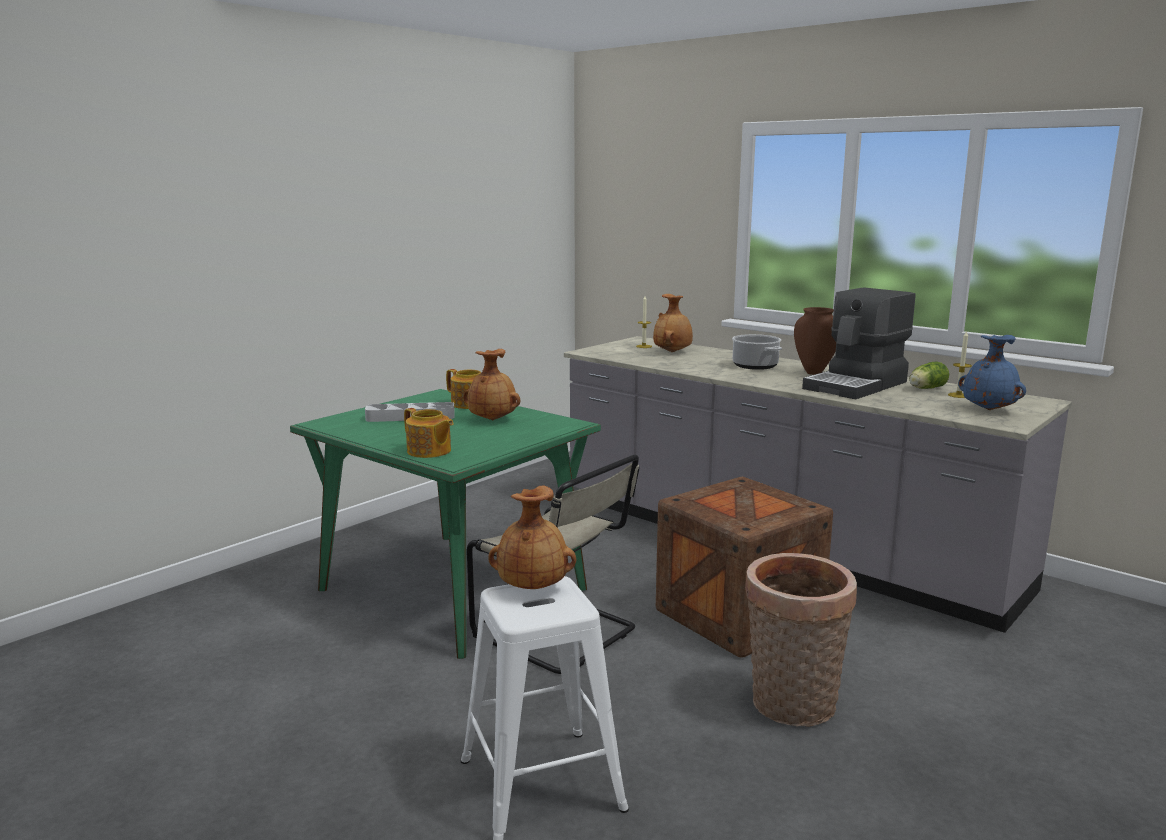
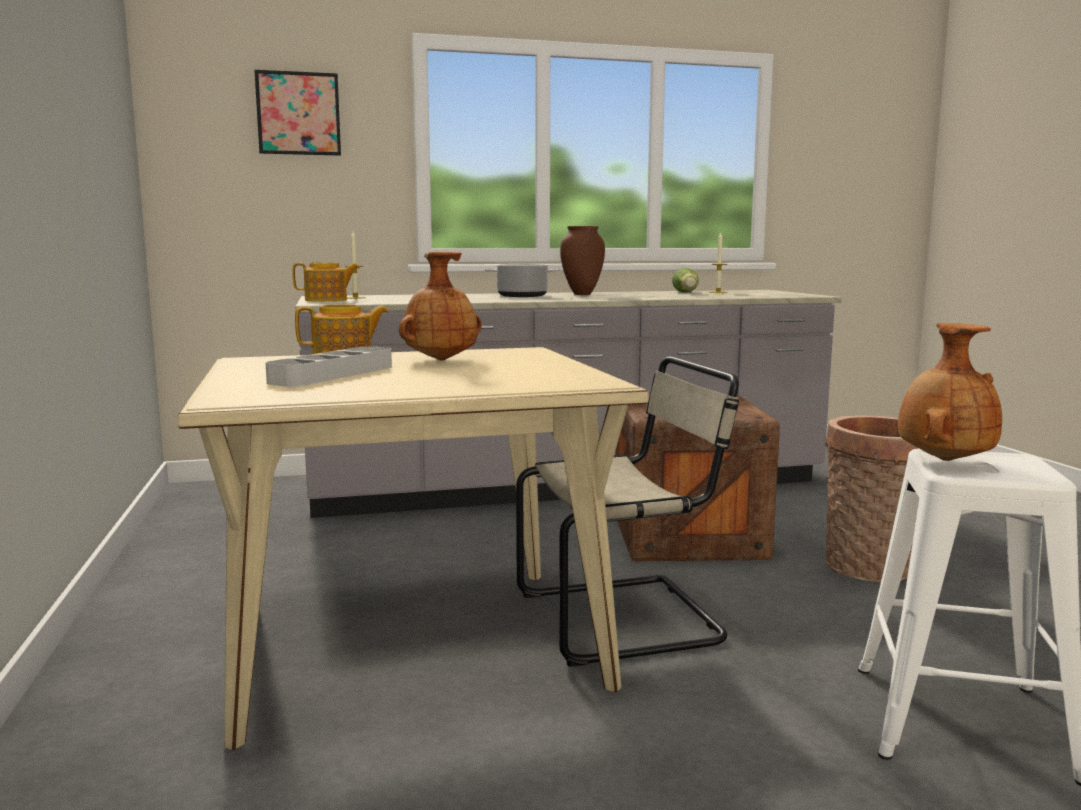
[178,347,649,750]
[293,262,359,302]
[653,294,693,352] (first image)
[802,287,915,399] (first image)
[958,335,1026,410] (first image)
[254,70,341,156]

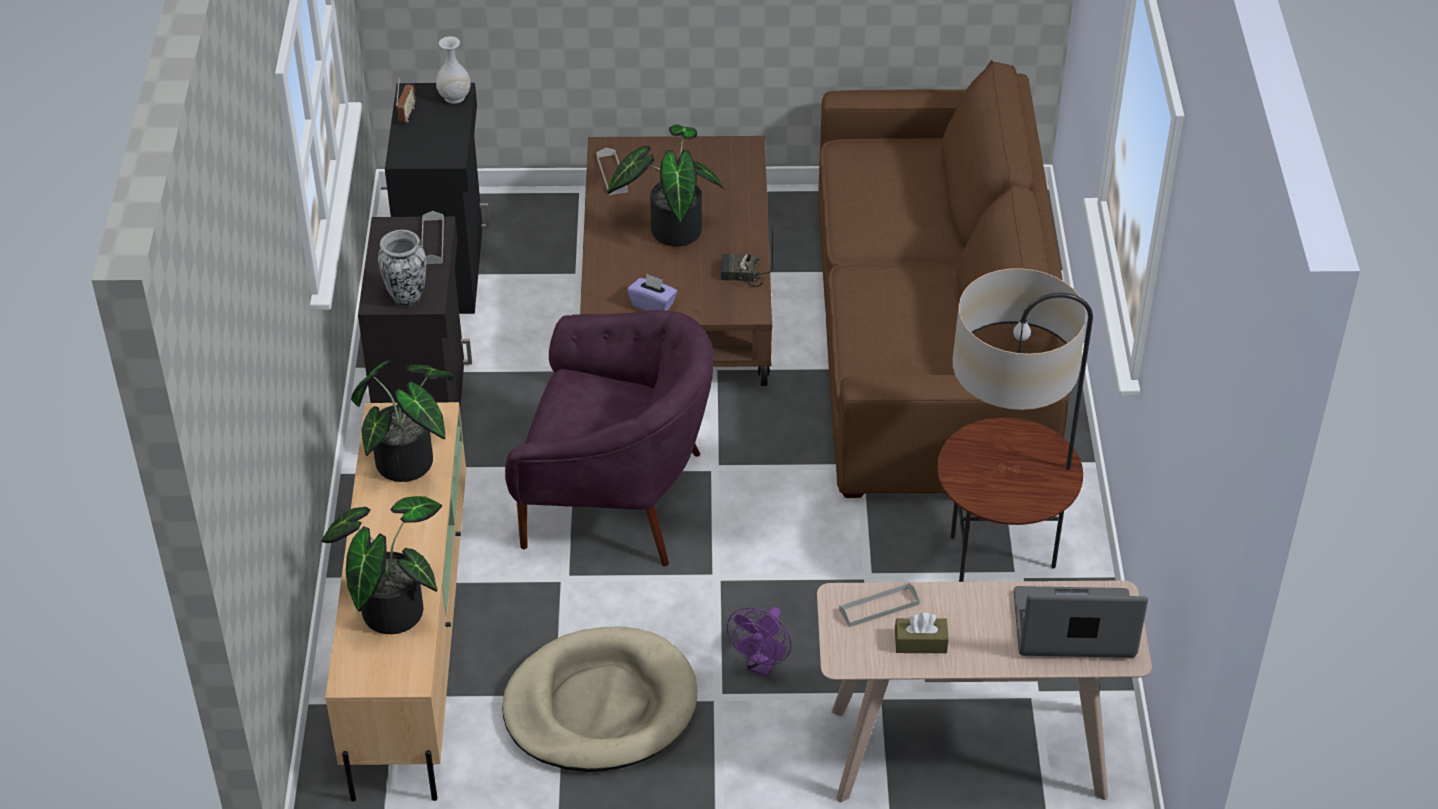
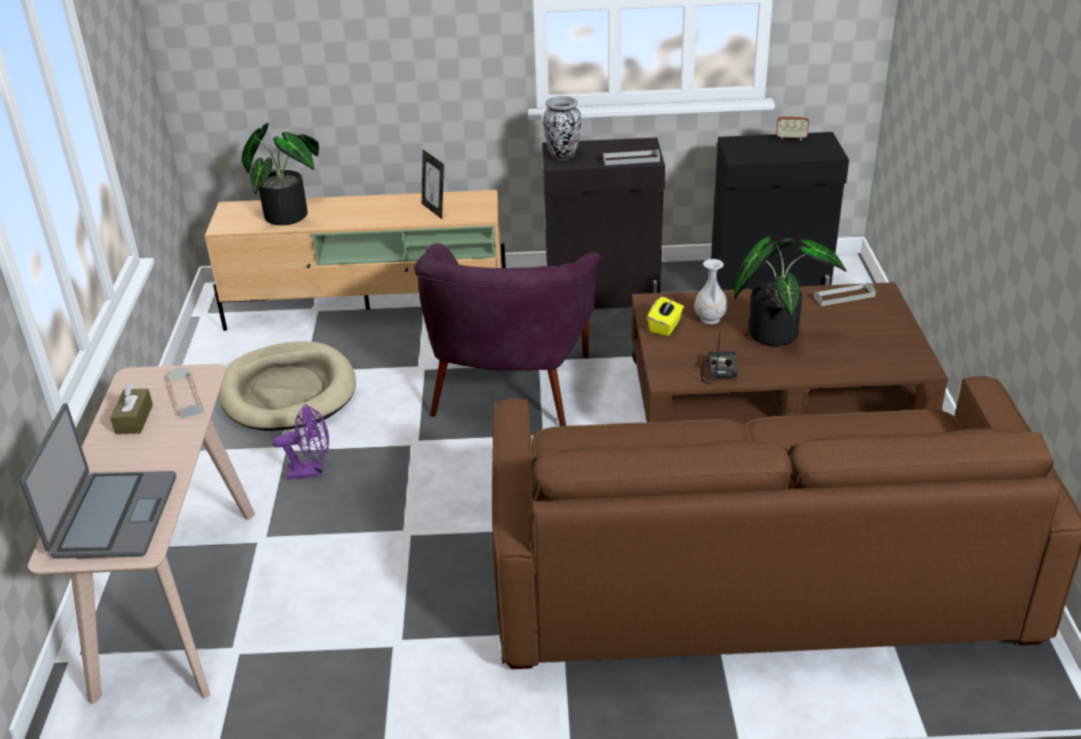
[422,150,444,219]
[695,259,727,324]
[647,297,684,336]
[273,404,329,479]
[937,269,1093,582] (first image)

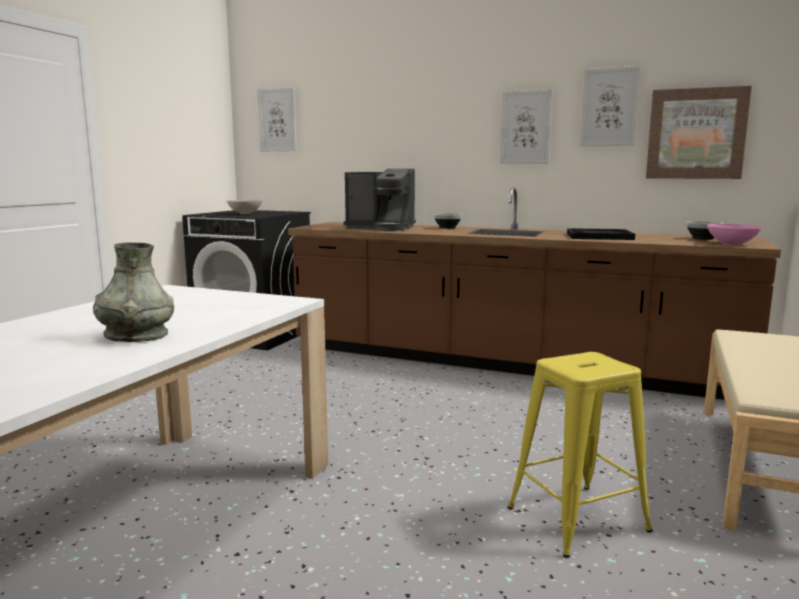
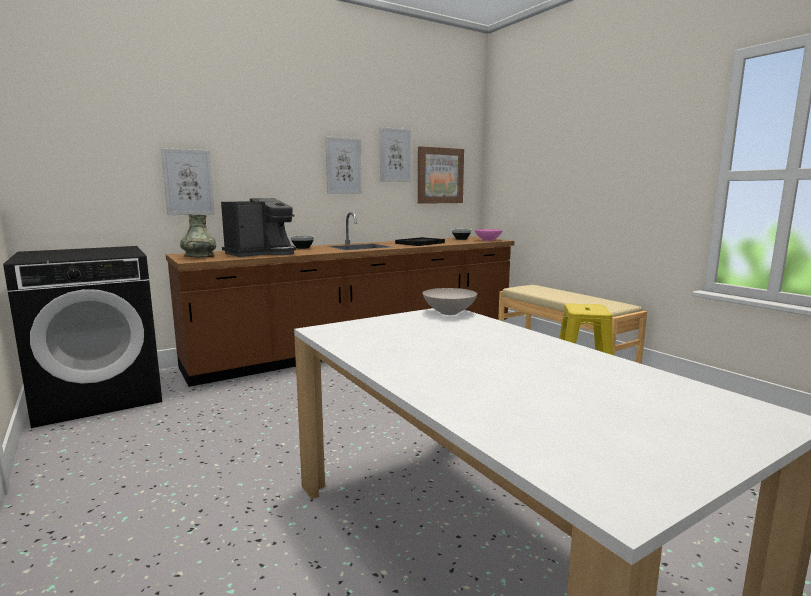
[180,214,216,257]
[423,288,477,315]
[161,148,215,215]

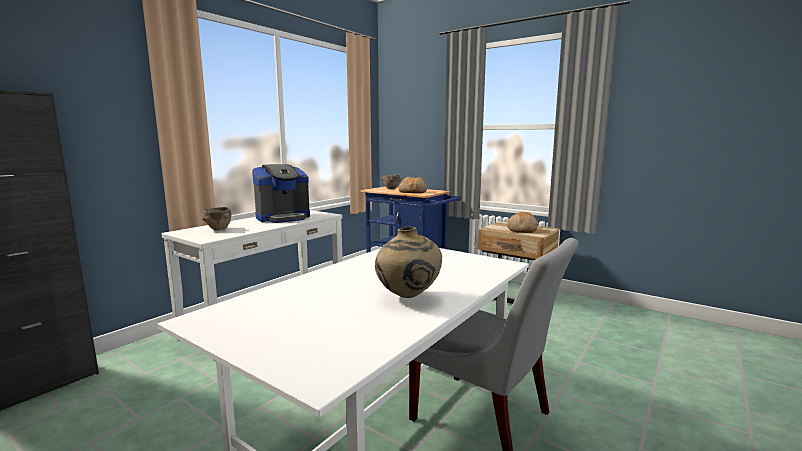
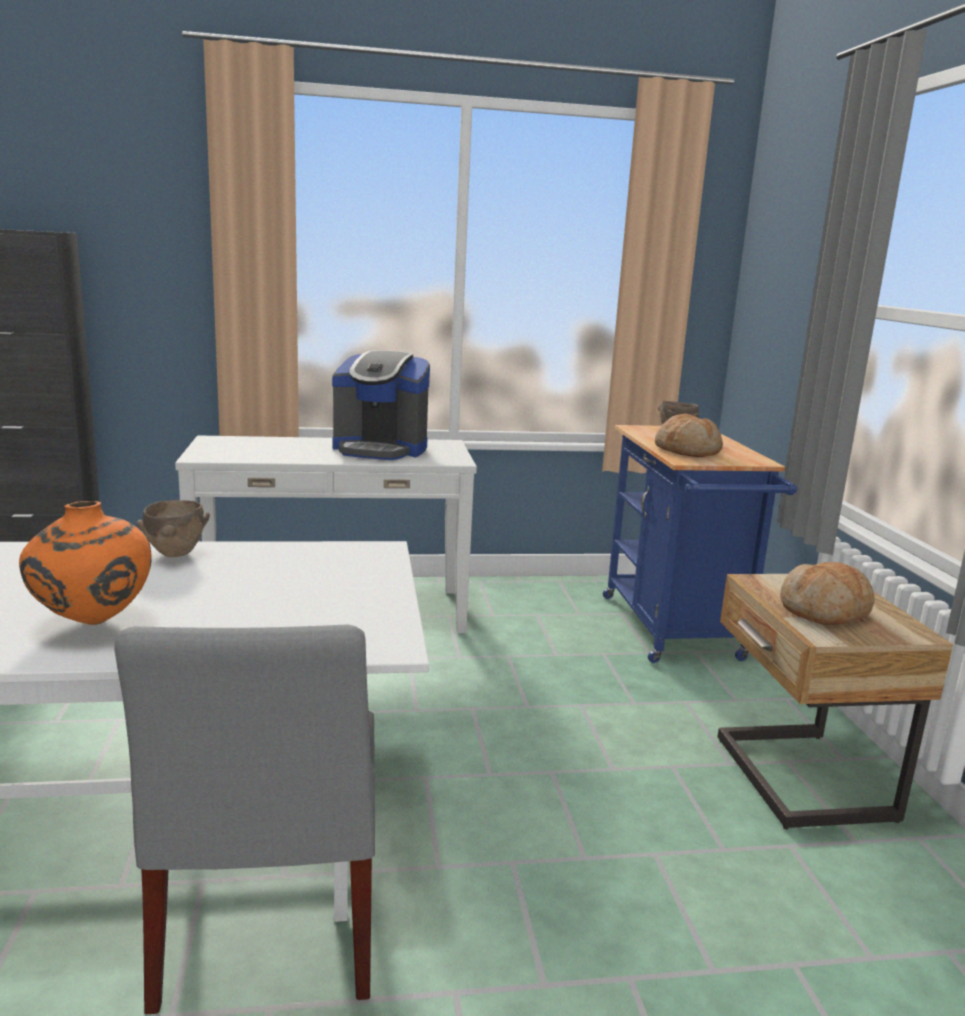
[137,500,210,557]
[19,501,152,625]

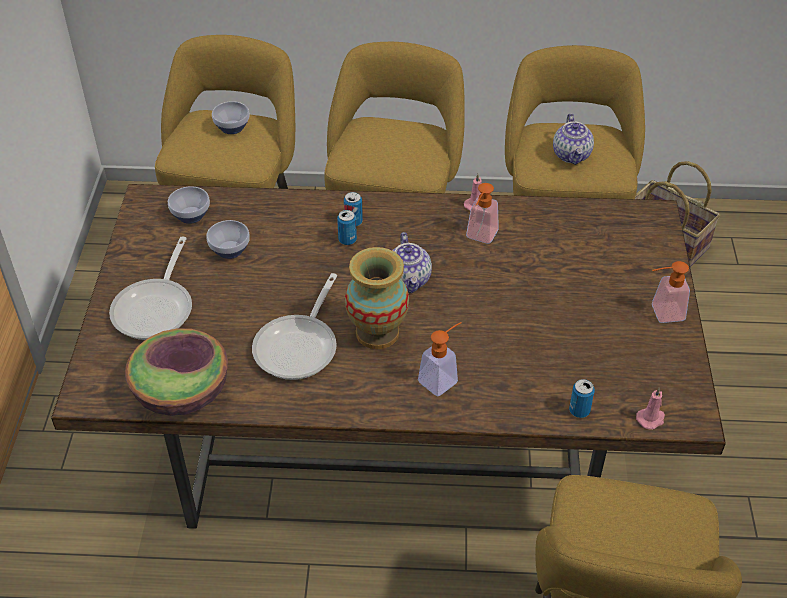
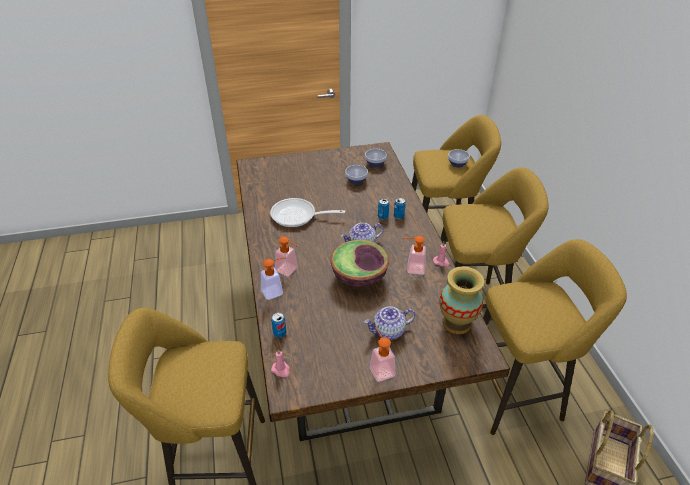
[109,236,192,340] (first image)
[330,240,389,287]
[439,266,484,334]
[364,306,415,340]
[261,257,286,300]

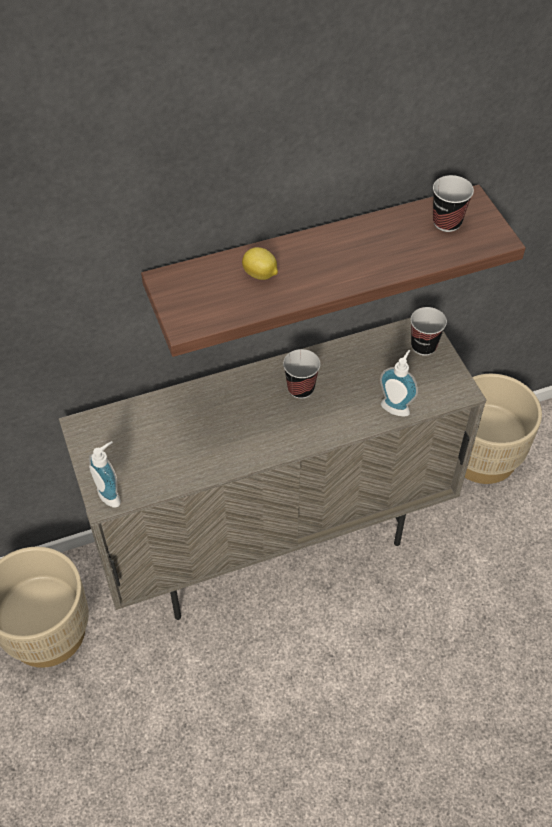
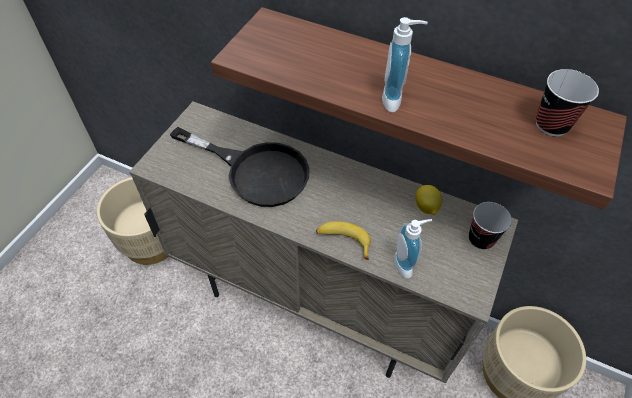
[382,17,427,112]
[415,185,442,215]
[283,349,320,399] (first image)
[170,127,310,207]
[316,221,371,260]

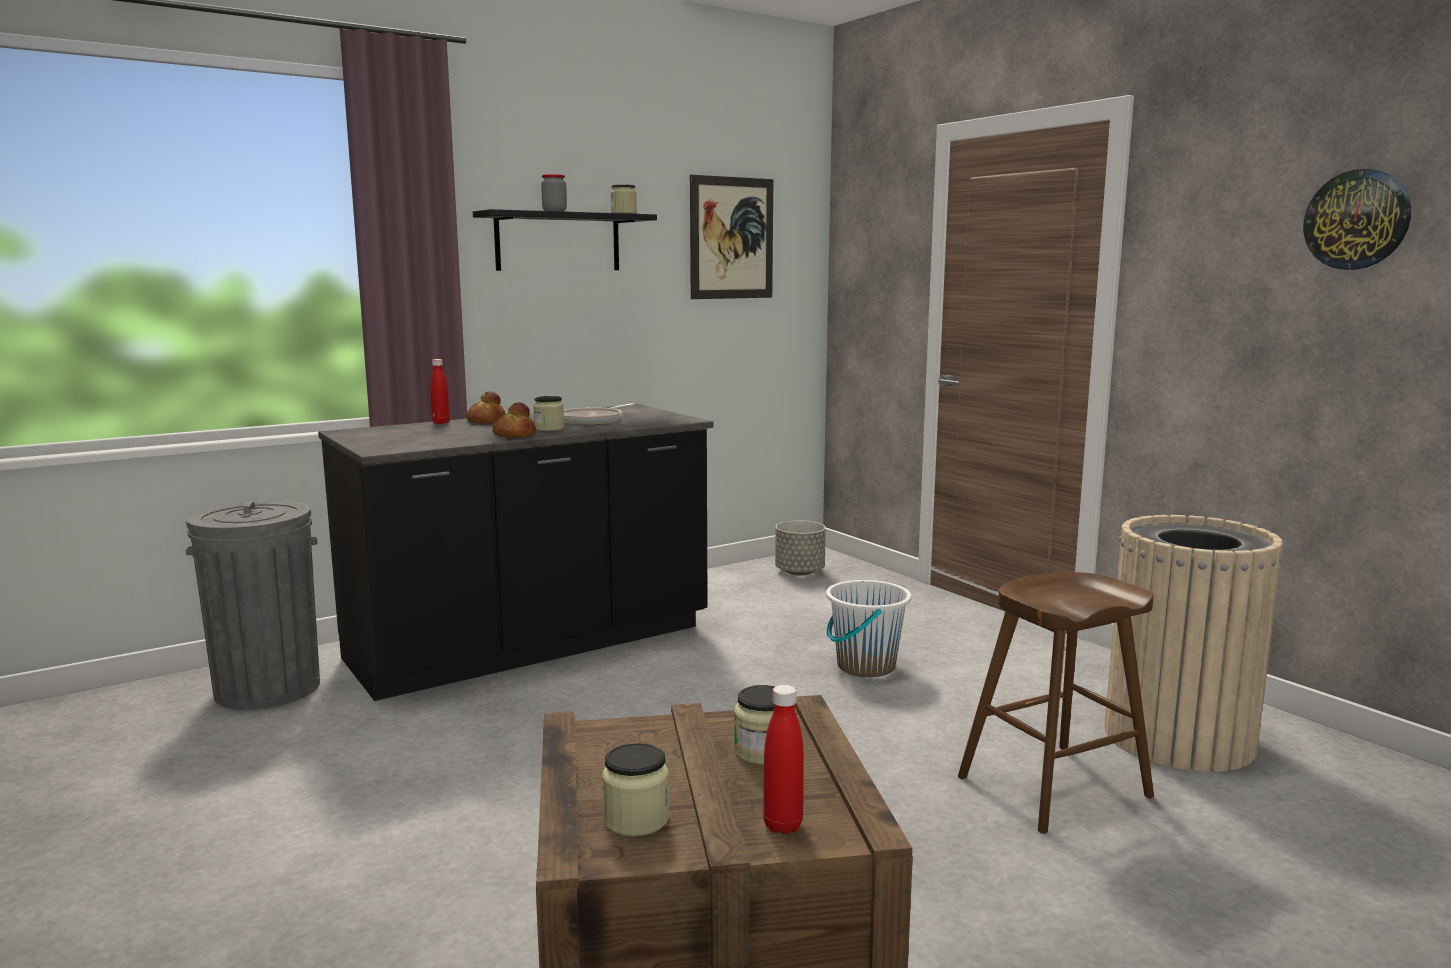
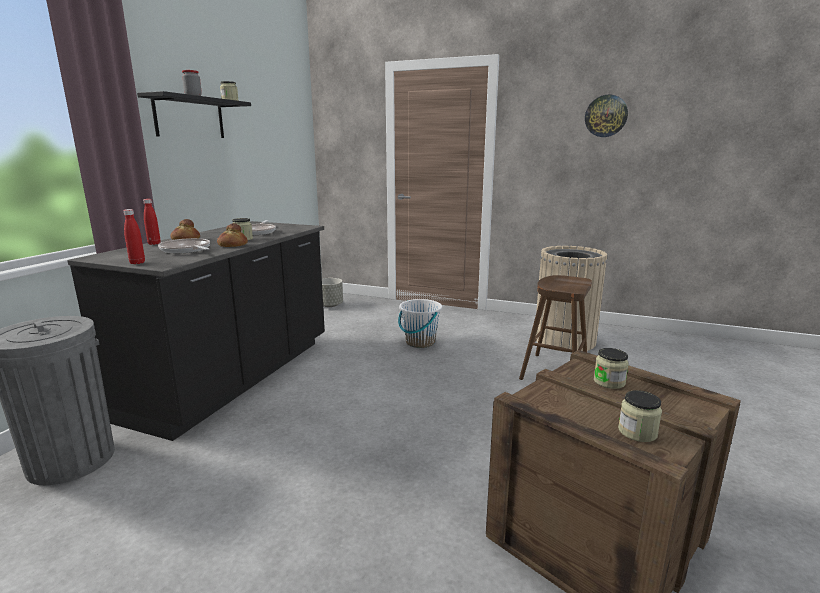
[690,175,773,299] (first image)
[123,209,145,264]
[158,238,210,253]

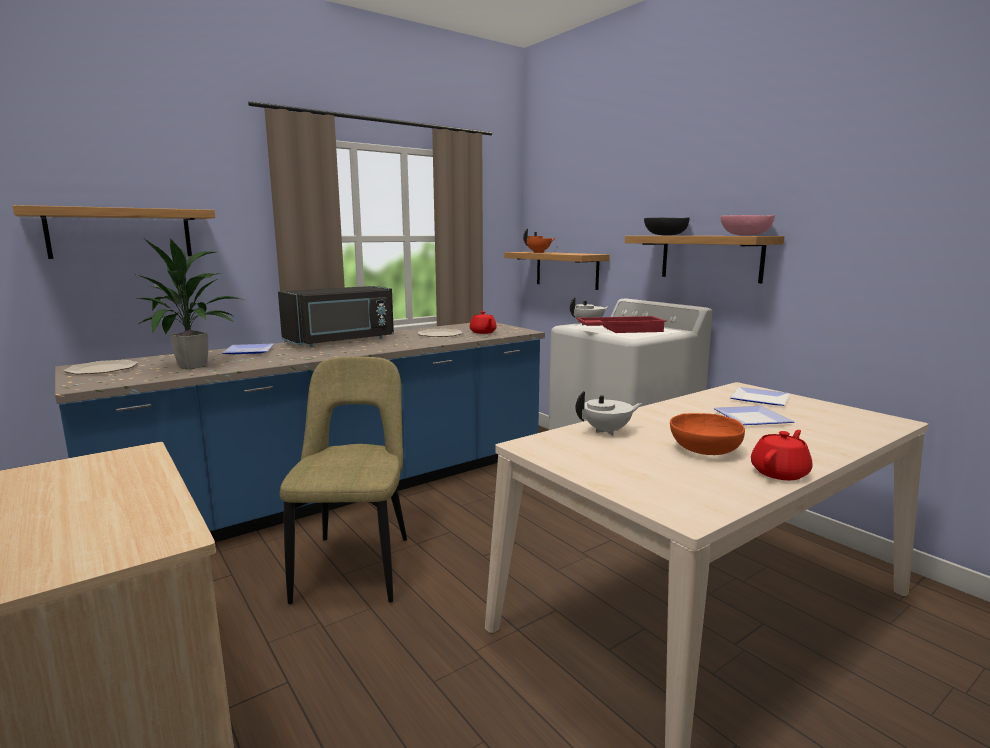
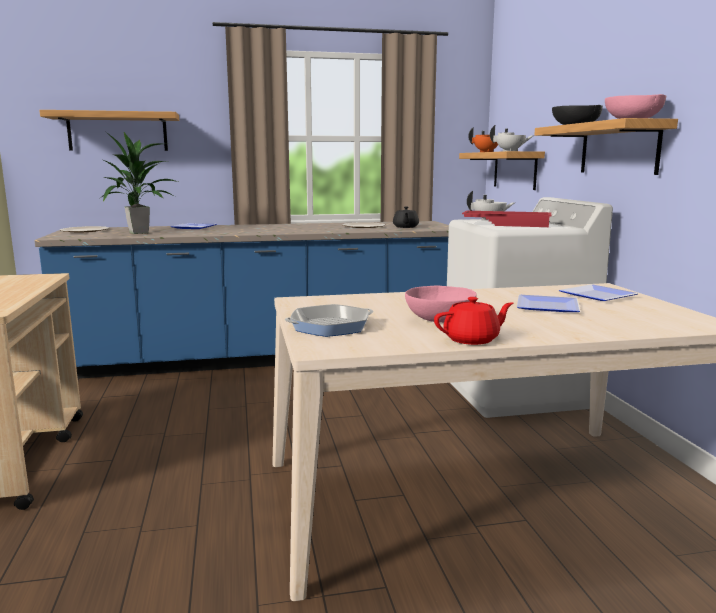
[278,286,394,347] (first image)
[280,357,407,604] (first image)
[393,207,419,228]
[490,125,534,151]
[405,286,477,323]
[284,304,373,337]

